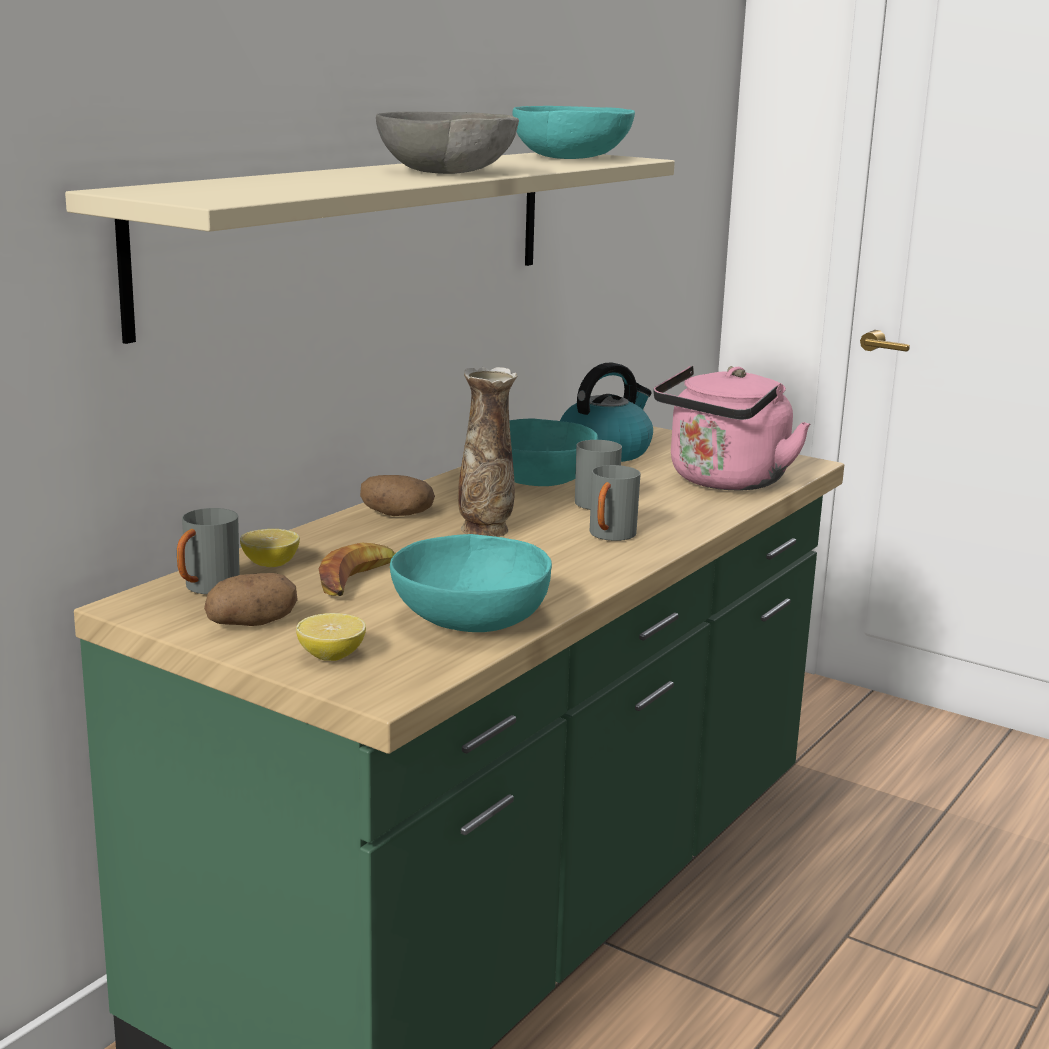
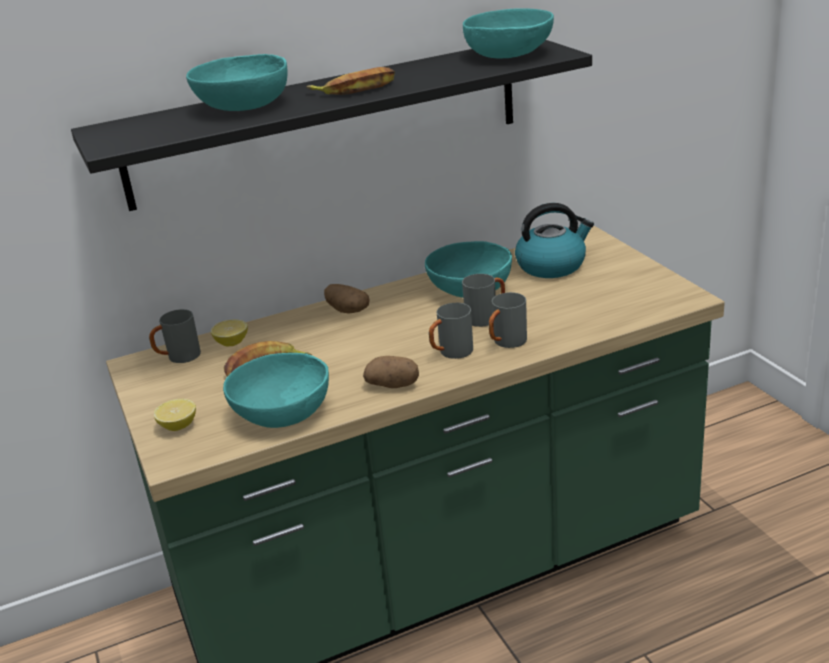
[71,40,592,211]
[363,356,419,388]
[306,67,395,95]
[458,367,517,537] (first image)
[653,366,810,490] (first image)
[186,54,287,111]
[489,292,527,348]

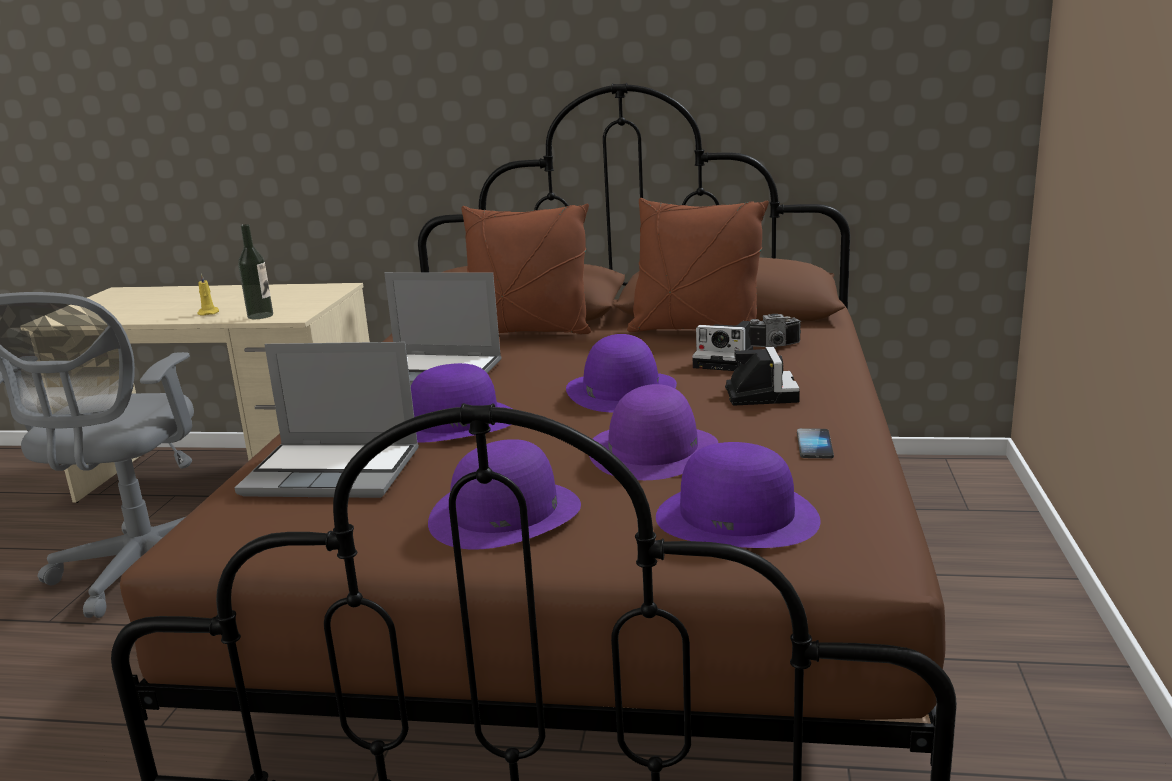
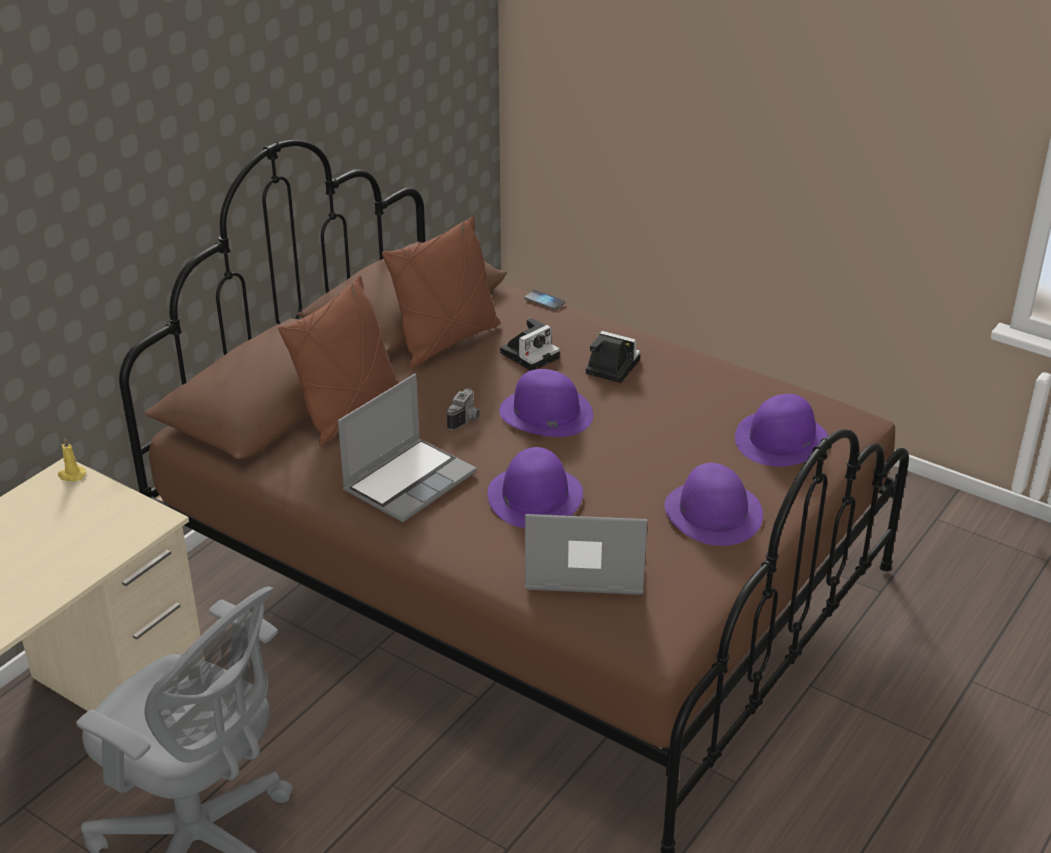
[58,438,86,482]
[525,514,648,595]
[238,224,273,319] (first image)
[589,384,718,480] (first image)
[447,388,480,430]
[524,290,565,310]

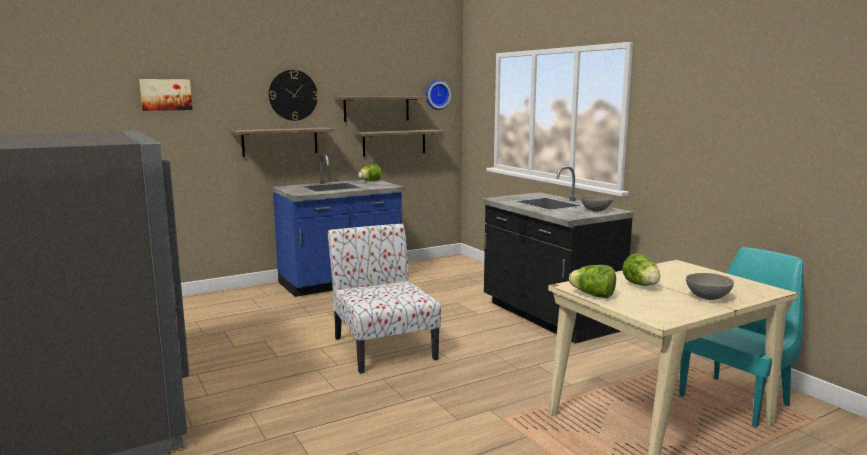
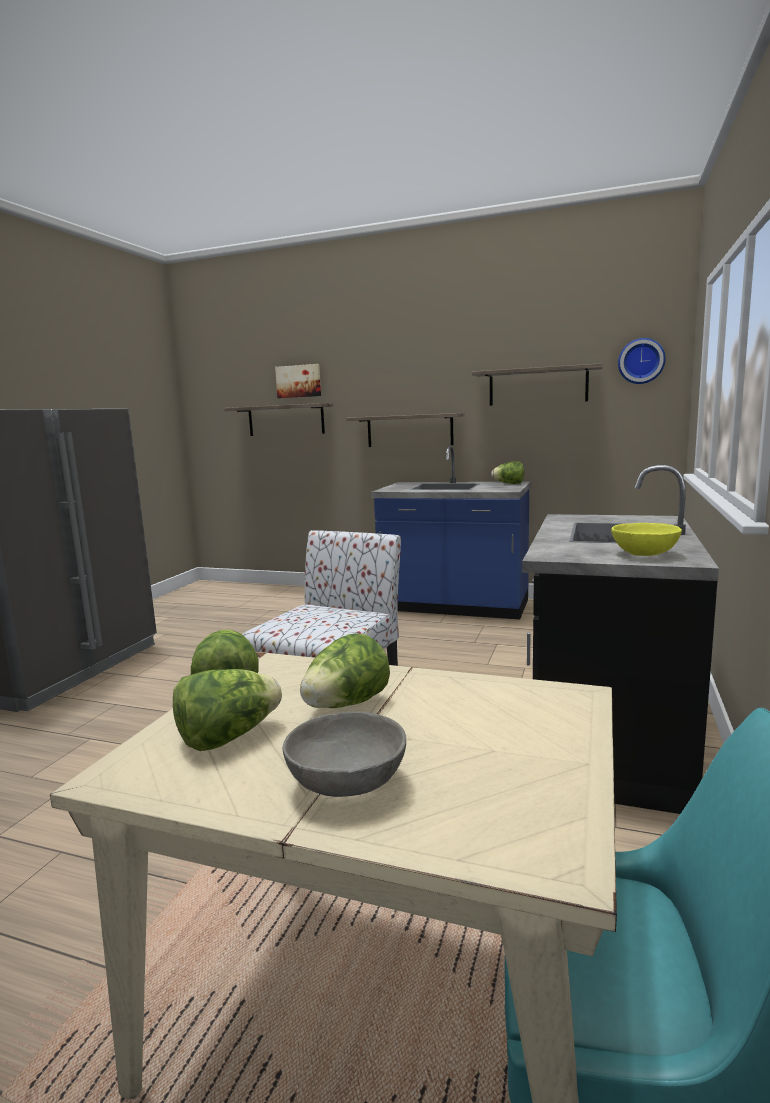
[269,70,318,121] (first image)
[224,403,333,436]
[611,523,682,556]
[173,669,282,751]

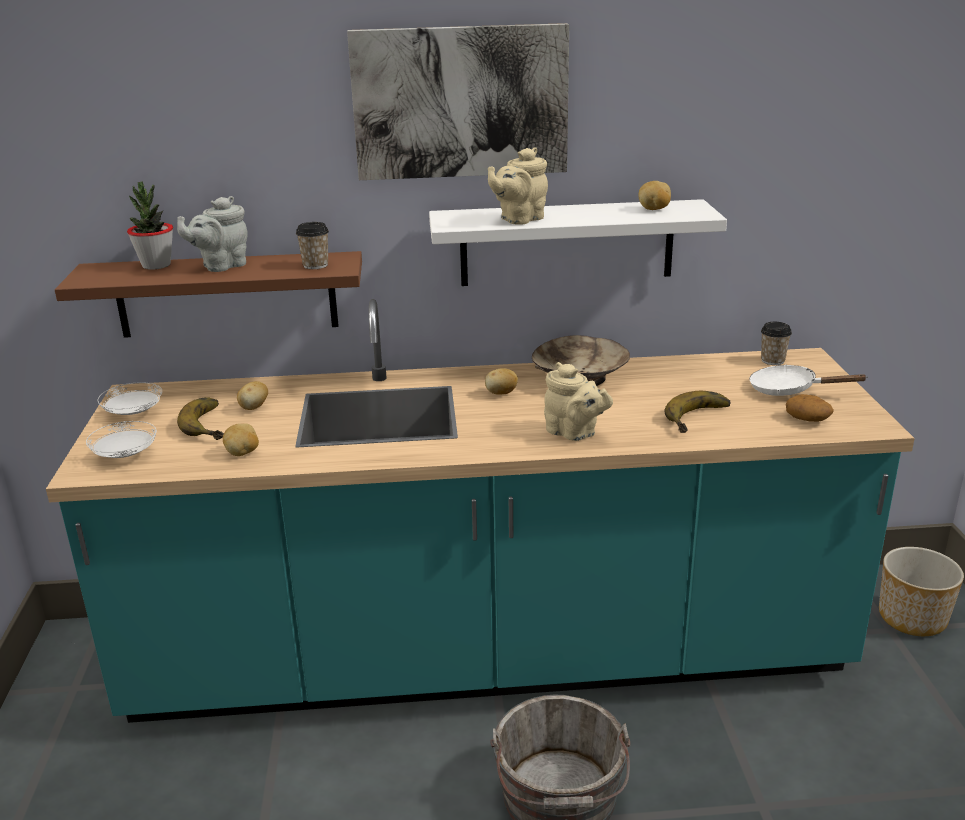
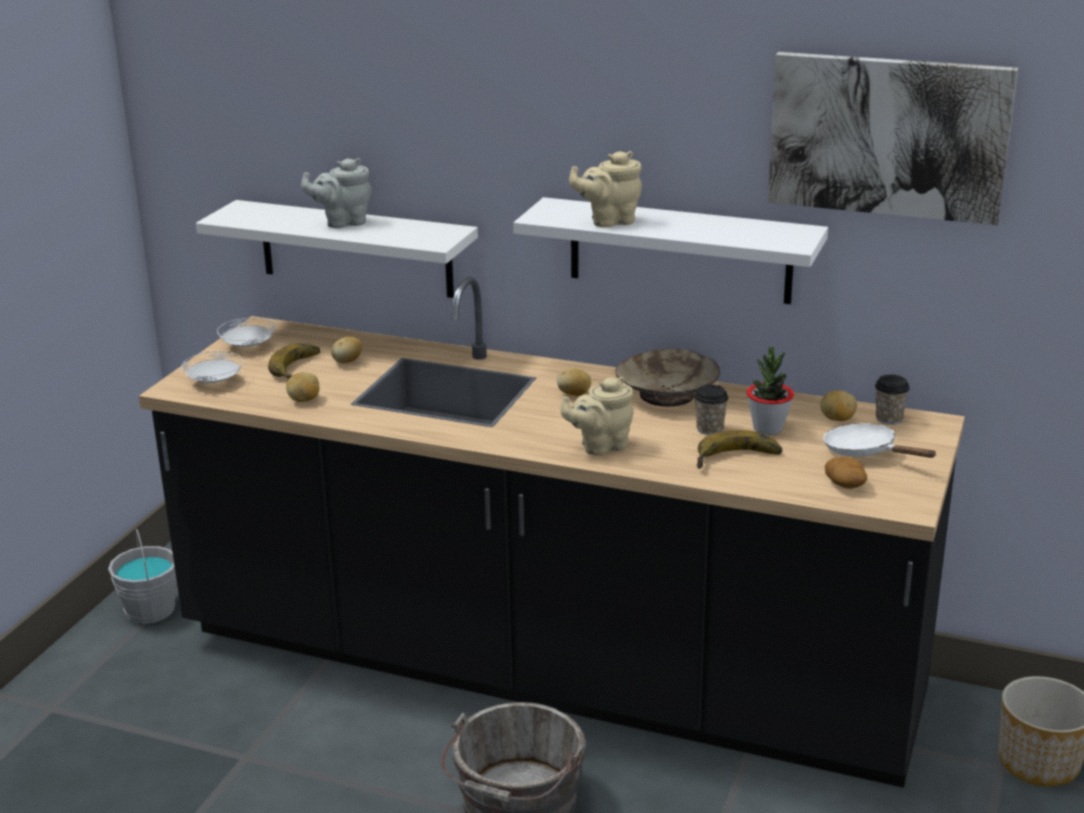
[139,277,965,788]
[196,200,478,298]
[747,347,794,435]
[694,384,729,435]
[768,52,1018,225]
[561,377,633,455]
[820,390,857,421]
[108,529,177,624]

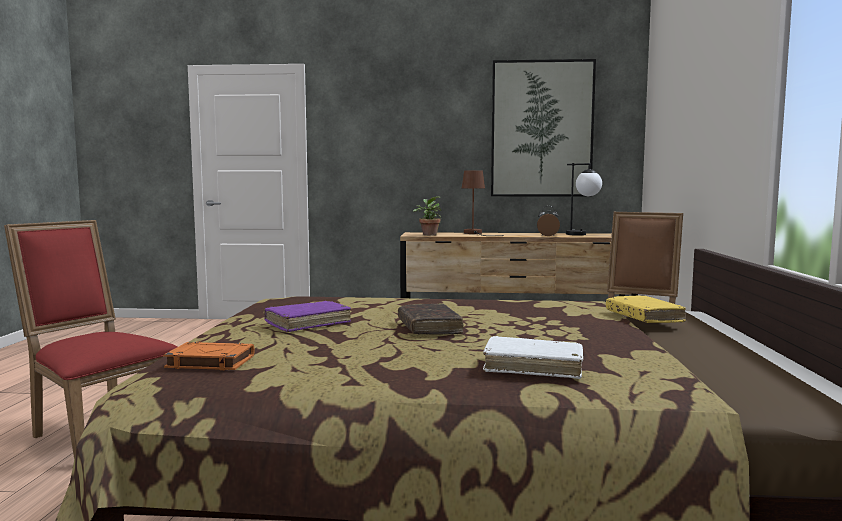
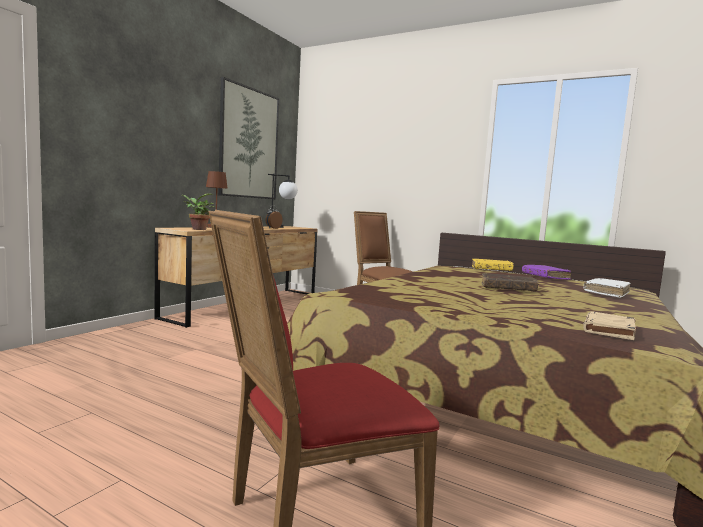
[583,311,636,340]
[522,265,571,280]

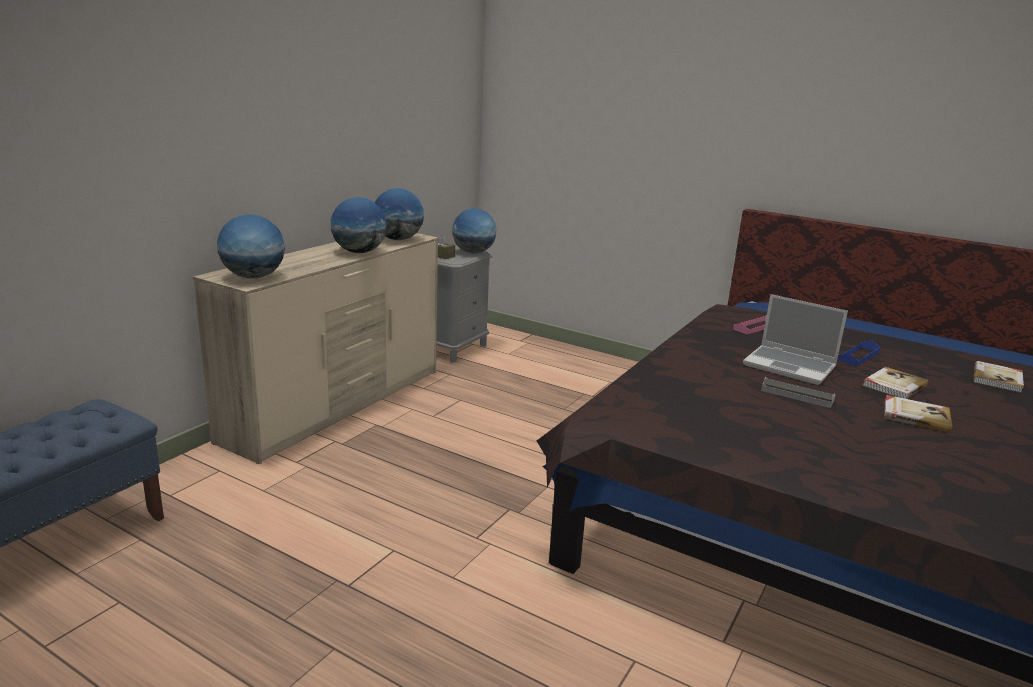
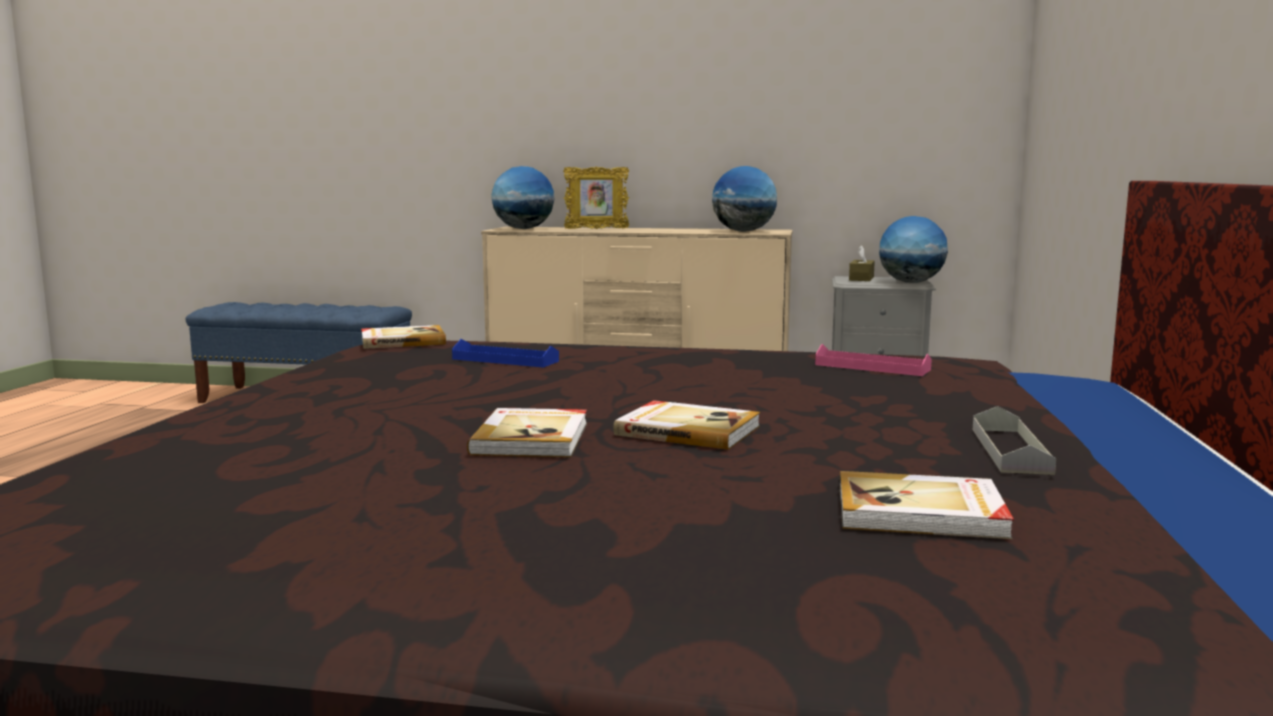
[331,197,387,253] (first image)
[743,294,848,385] (first image)
[973,406,1056,475]
[452,339,559,368]
[361,325,446,349]
[563,166,629,229]

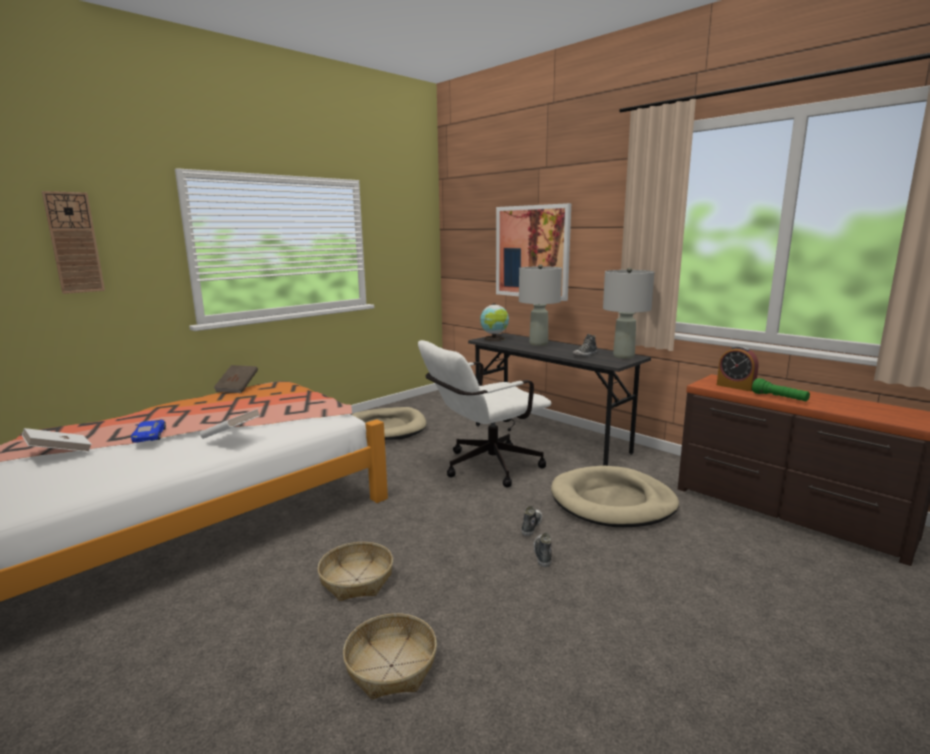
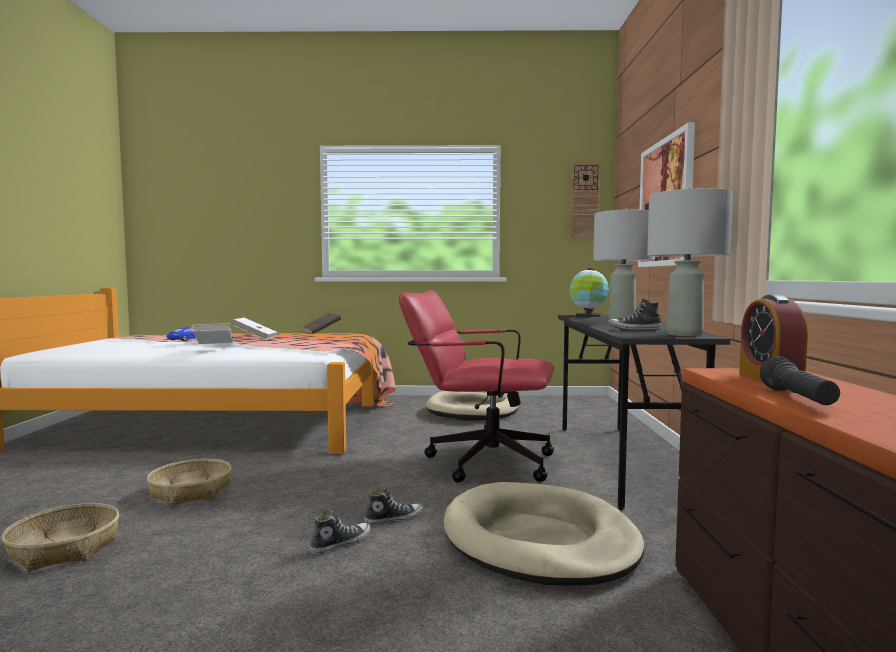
[232,318,277,340]
[571,163,600,239]
[399,290,554,483]
[760,356,840,405]

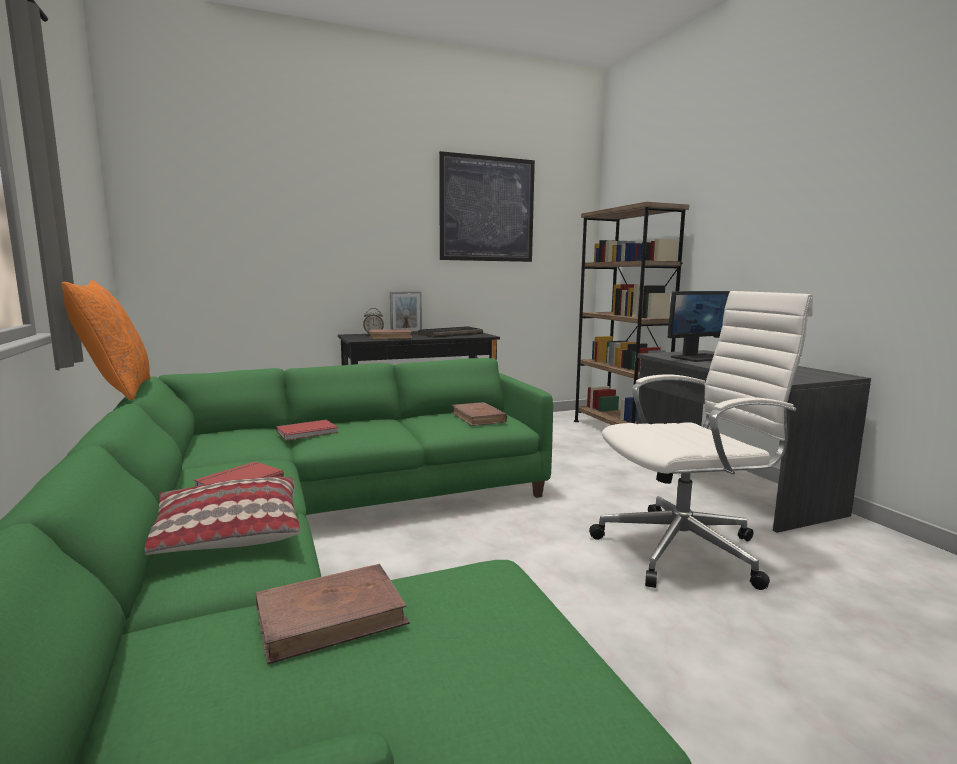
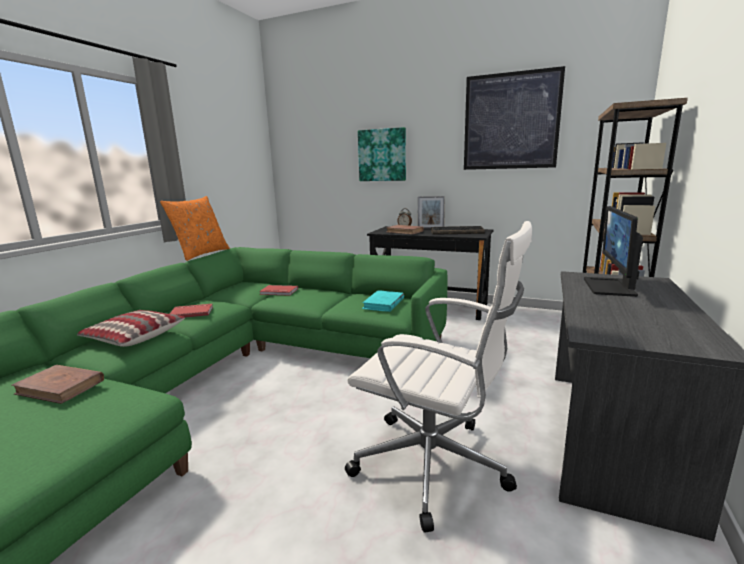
[362,290,404,312]
[584,206,643,297]
[358,127,406,181]

